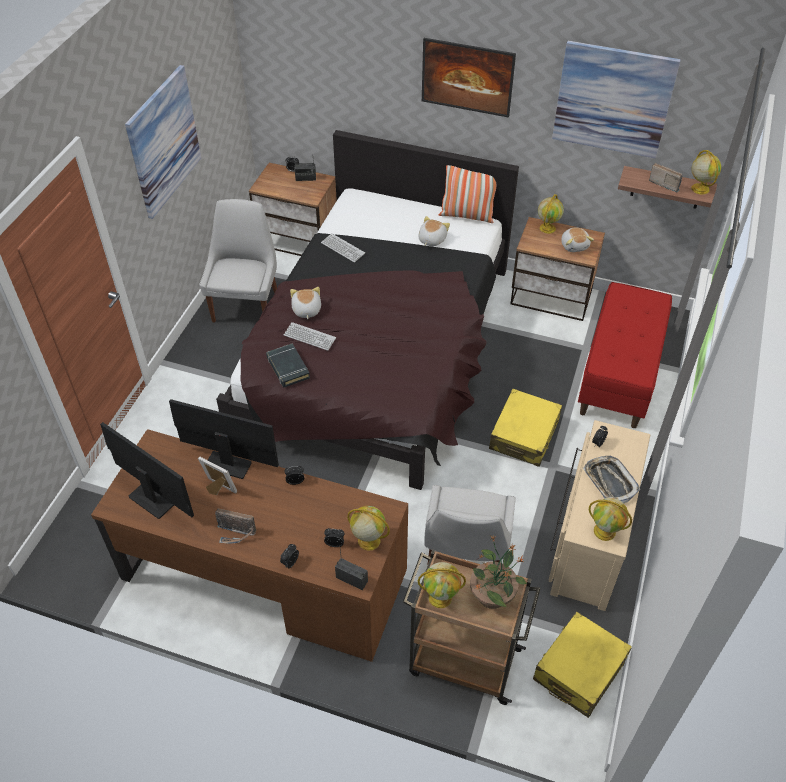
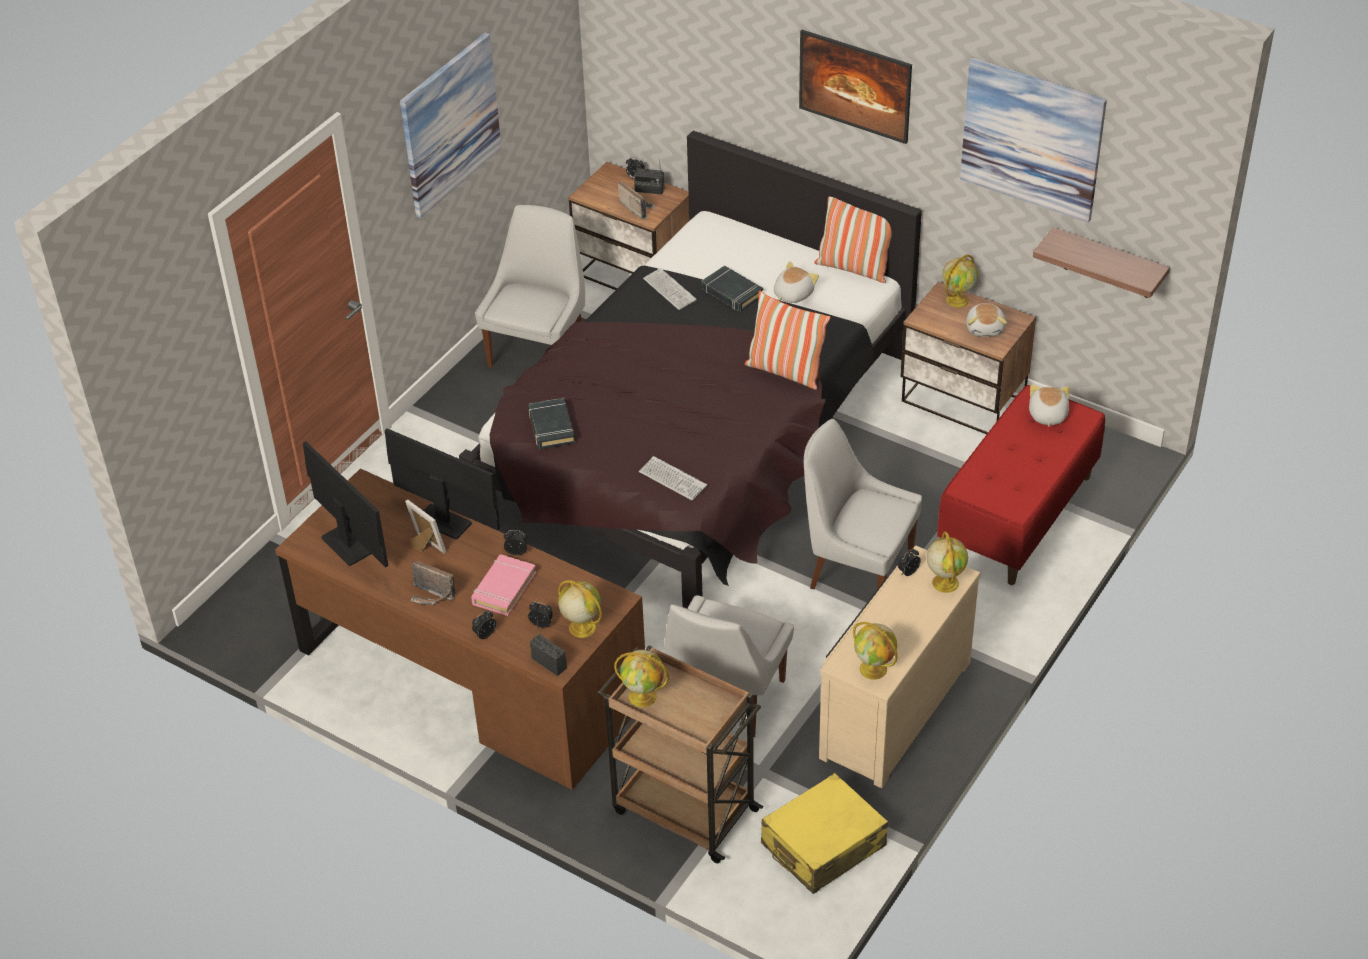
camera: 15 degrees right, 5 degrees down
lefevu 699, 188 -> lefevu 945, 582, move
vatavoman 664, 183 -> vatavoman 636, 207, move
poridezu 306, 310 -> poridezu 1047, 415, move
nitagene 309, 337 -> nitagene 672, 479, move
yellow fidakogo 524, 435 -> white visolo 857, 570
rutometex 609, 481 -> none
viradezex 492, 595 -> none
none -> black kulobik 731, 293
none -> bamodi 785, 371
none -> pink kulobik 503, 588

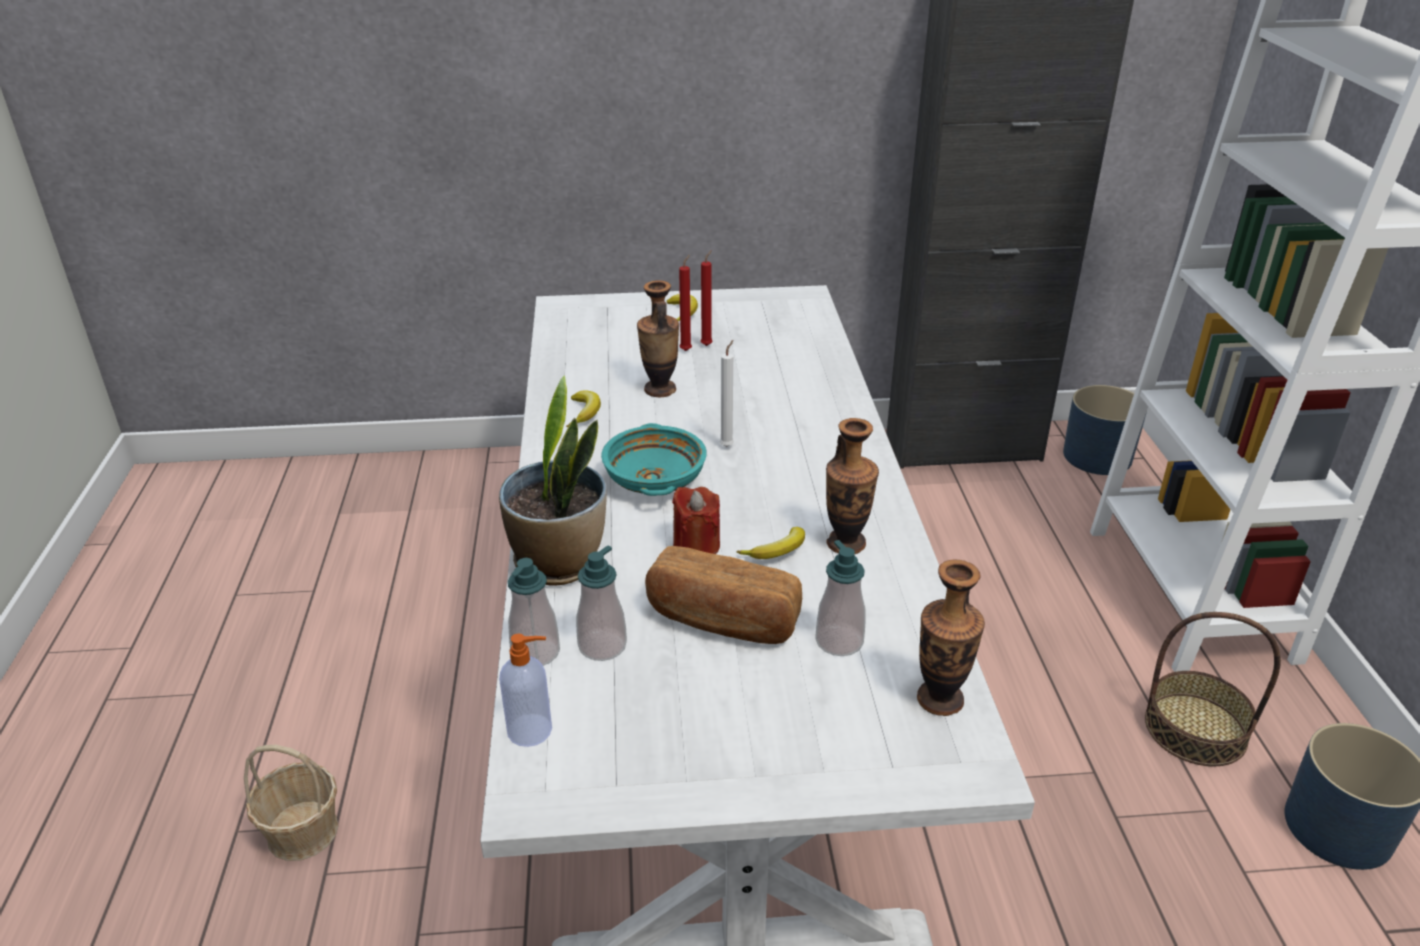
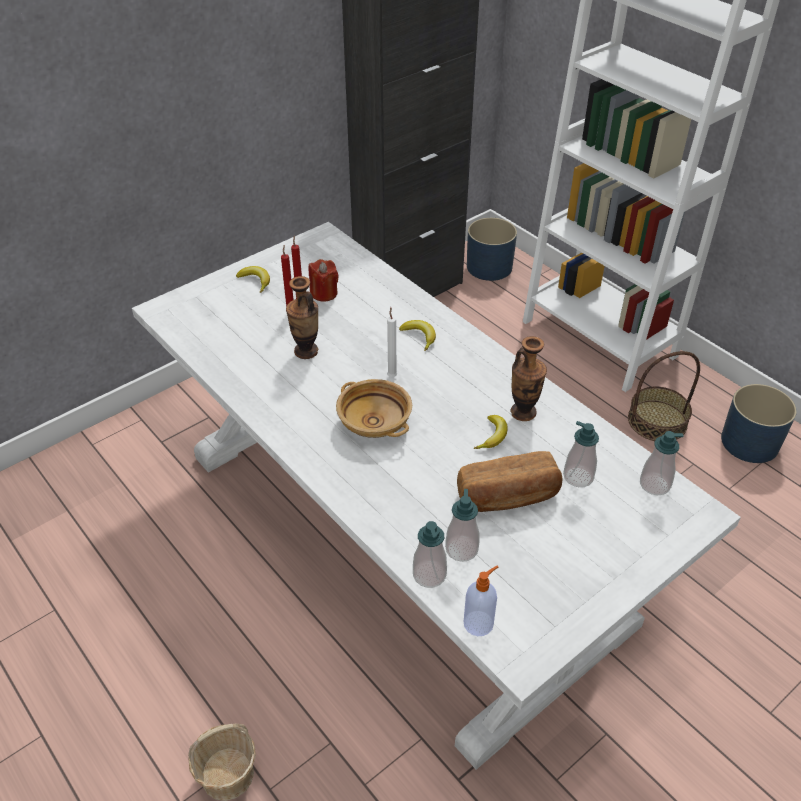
camera: 35 degrees left, 10 degrees up
viradezex 559, 562 -> none
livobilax 584, 413 -> livobilax 419, 336, move
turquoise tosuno 655, 481 -> beige tosuno 375, 422
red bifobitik 696, 546 -> red bifobitik 324, 293, move
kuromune 940, 700 -> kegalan 654, 484

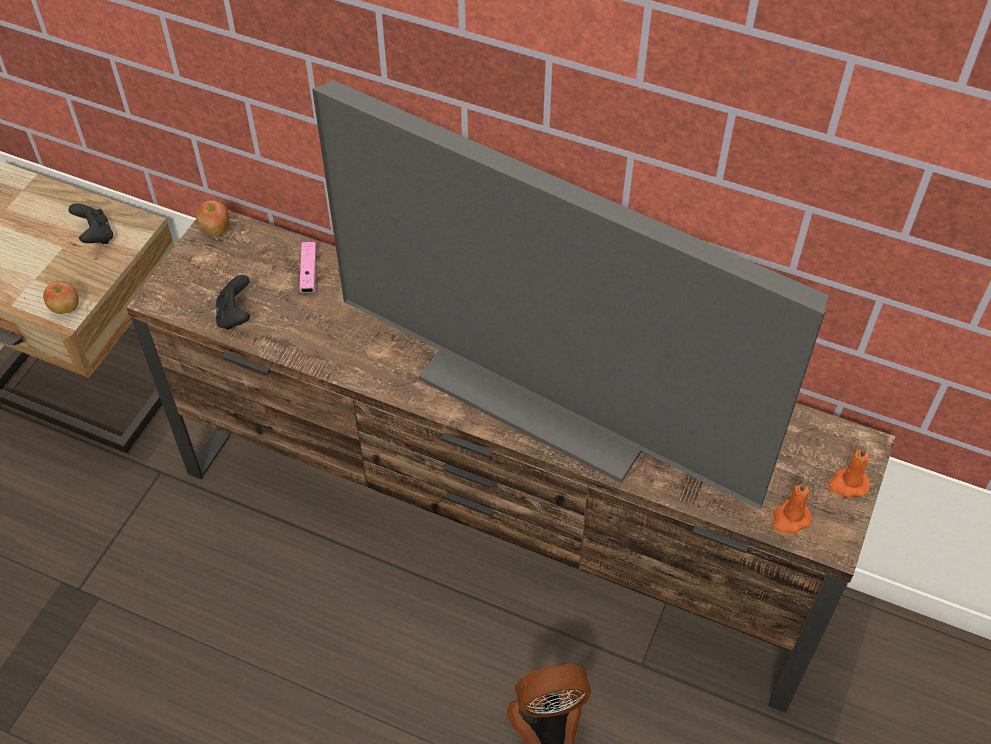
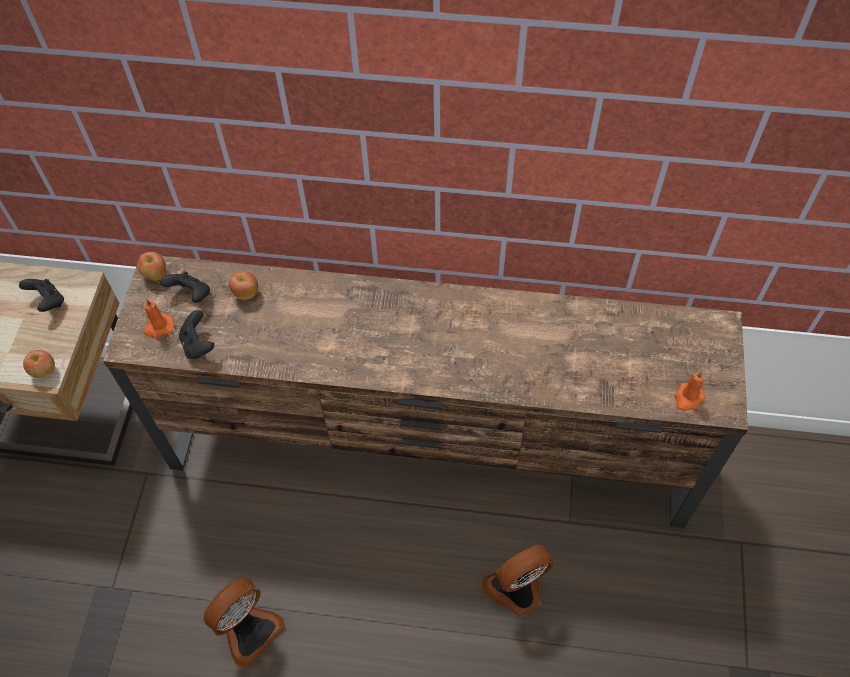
camera: 15 degrees left, 5 degrees up
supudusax 549, 391 -> none
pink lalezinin 309, 272 -> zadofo 246, 293
orange bifobitik 847, 484 -> orange bifobitik 158, 327, move
none -> black lalezinin 191, 295
none -> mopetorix 249, 630

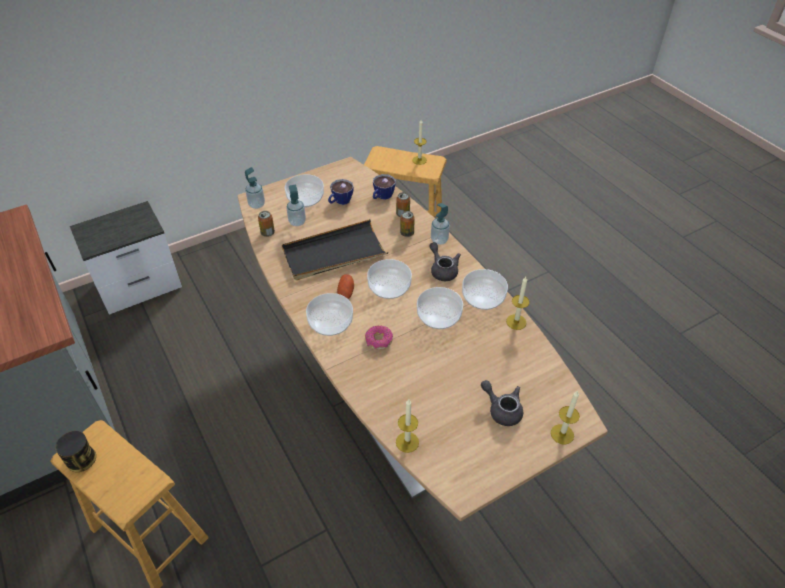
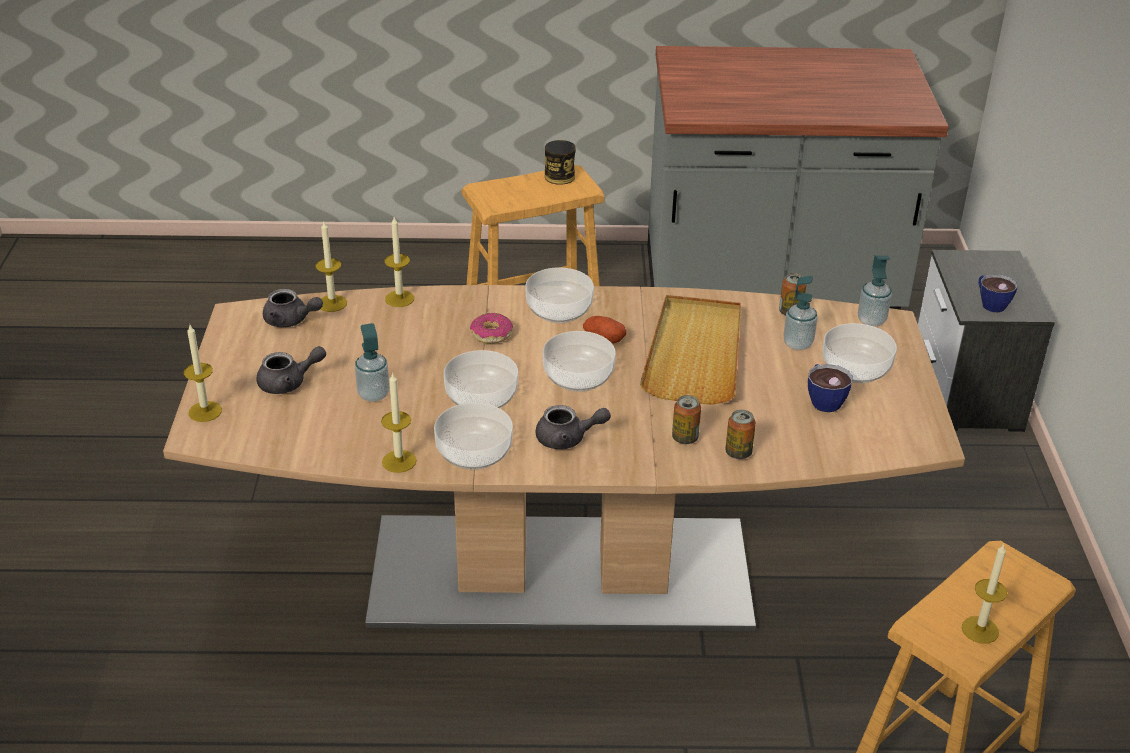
camera: 120 degrees right, 10 degrees down
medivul 382, 197 -> medivul 990, 303, move
kegalan 439, 240 -> kegalan 373, 394, move
black rutometex 334, 253 -> beige rutometex 694, 353
none -> bifobitik 399, 298
none -> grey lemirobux 291, 321

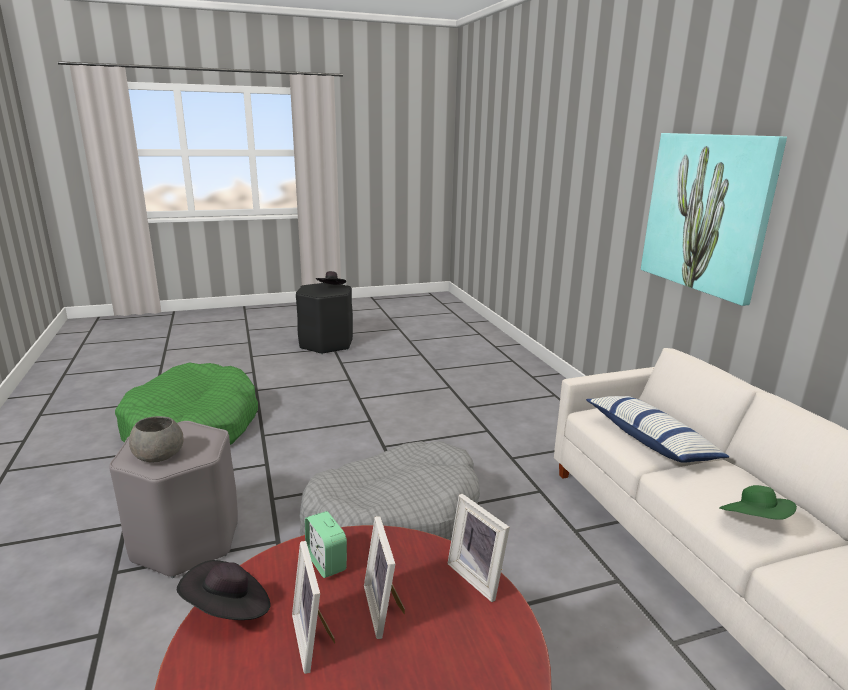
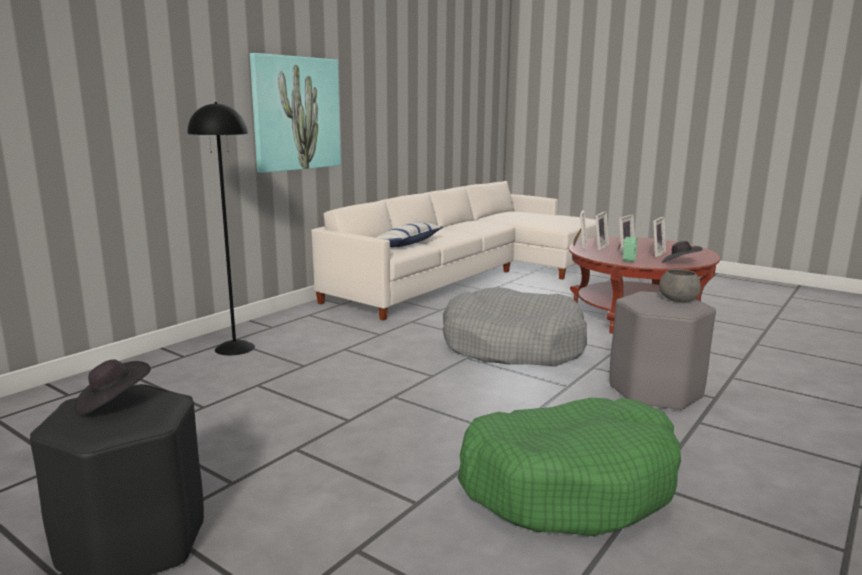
camera: 125 degrees left, 5 degrees down
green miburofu 754, 521 -> none
none -> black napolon 234, 348
none -> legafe 598, 247

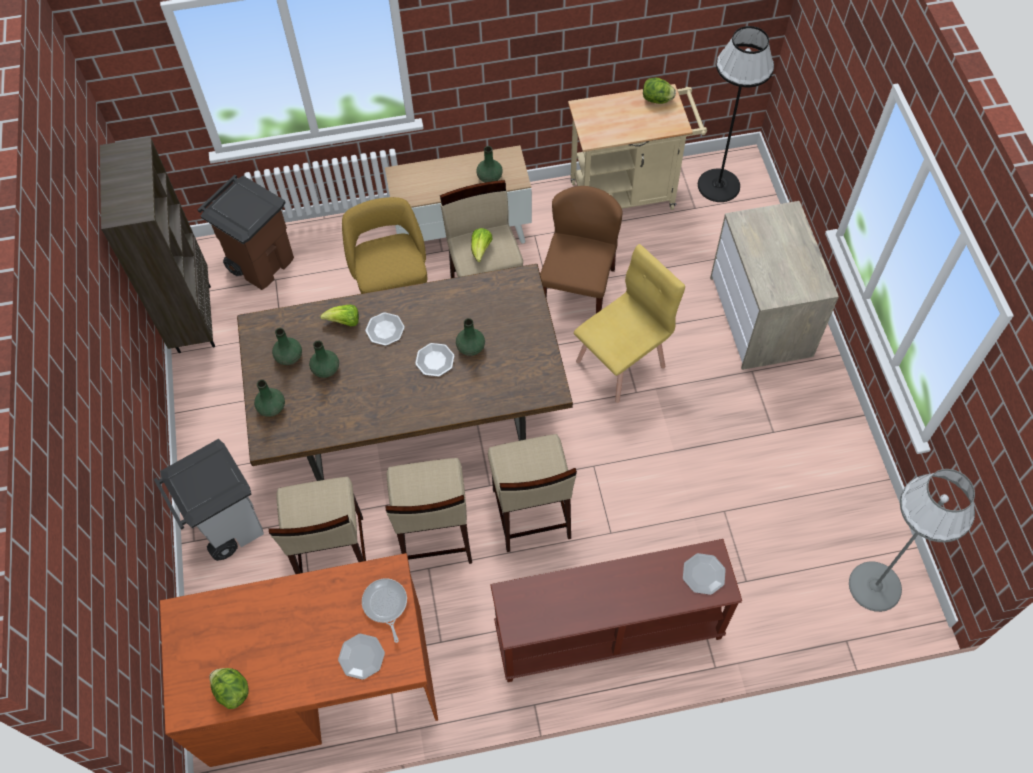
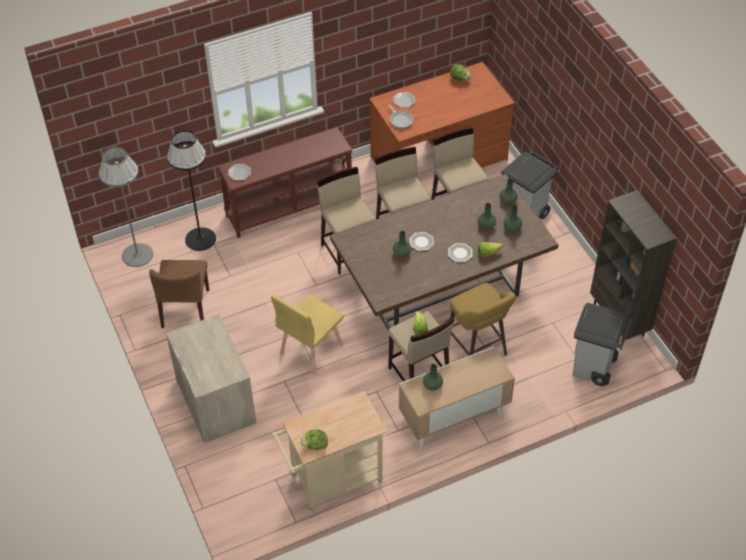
camera: 165 degrees right, 10 degrees down
black napolon 719, 185 -> black napolon 200, 239, move
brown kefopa 262, 262 -> grey kefopa 594, 368
brown visolo 578, 290 -> brown visolo 186, 308, move

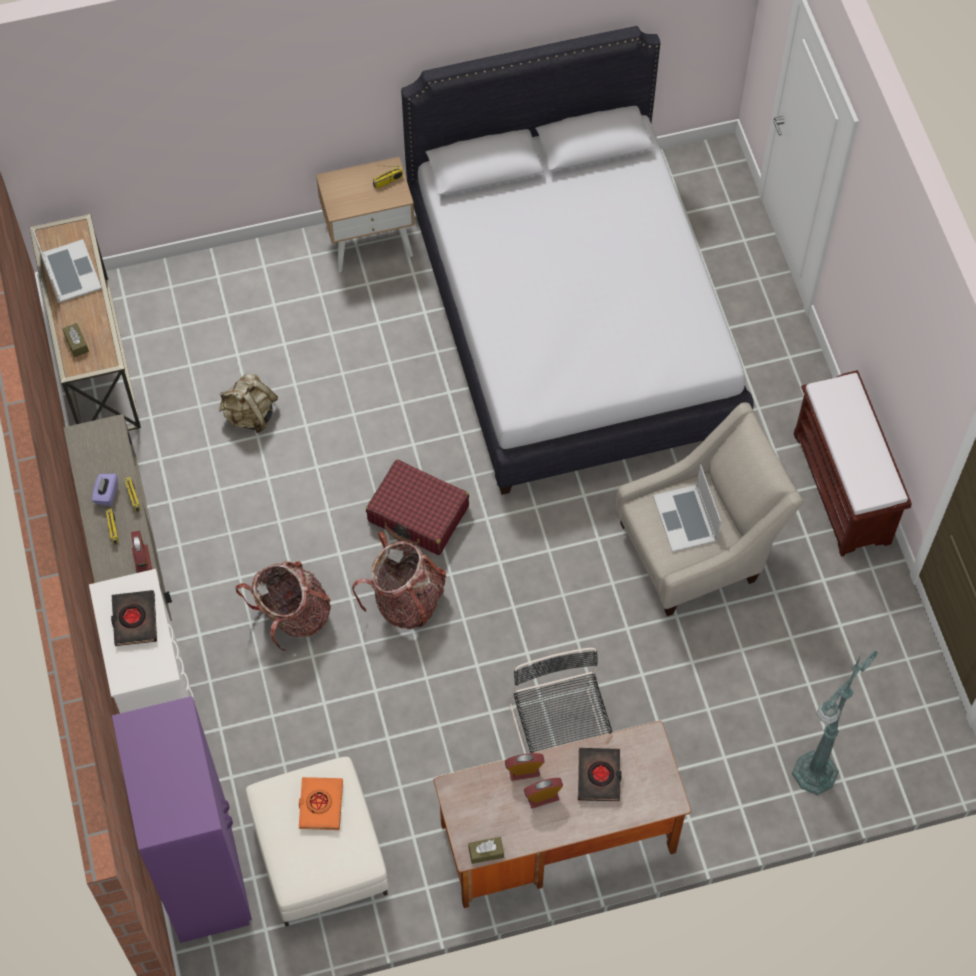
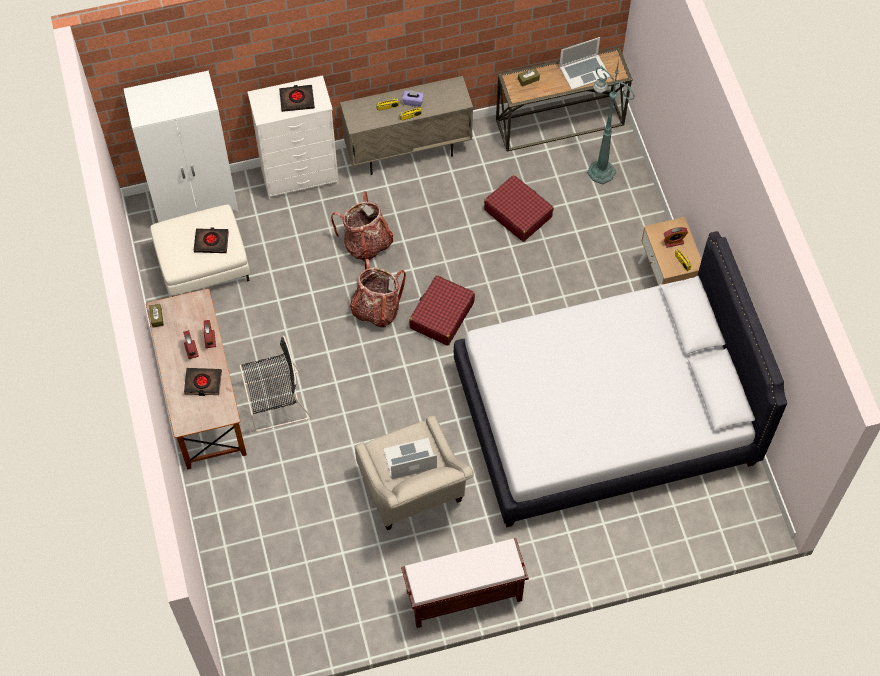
camera: 90 degrees right, 0 degrees up
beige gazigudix 250, 415 -> red fidakogo 518, 213
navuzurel 142, 559 -> navuzurel 673, 241, move
green napolon 813, 774 -> green napolon 600, 171, move
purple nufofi 204, 870 -> white nufofi 196, 203
orange kulobik 320, 805 -> black kulobik 211, 242

